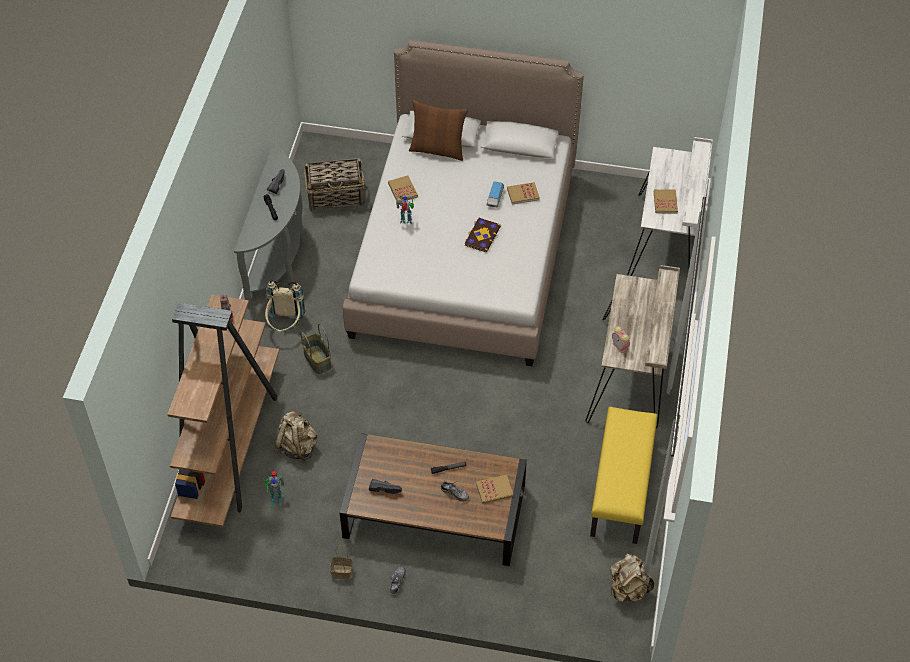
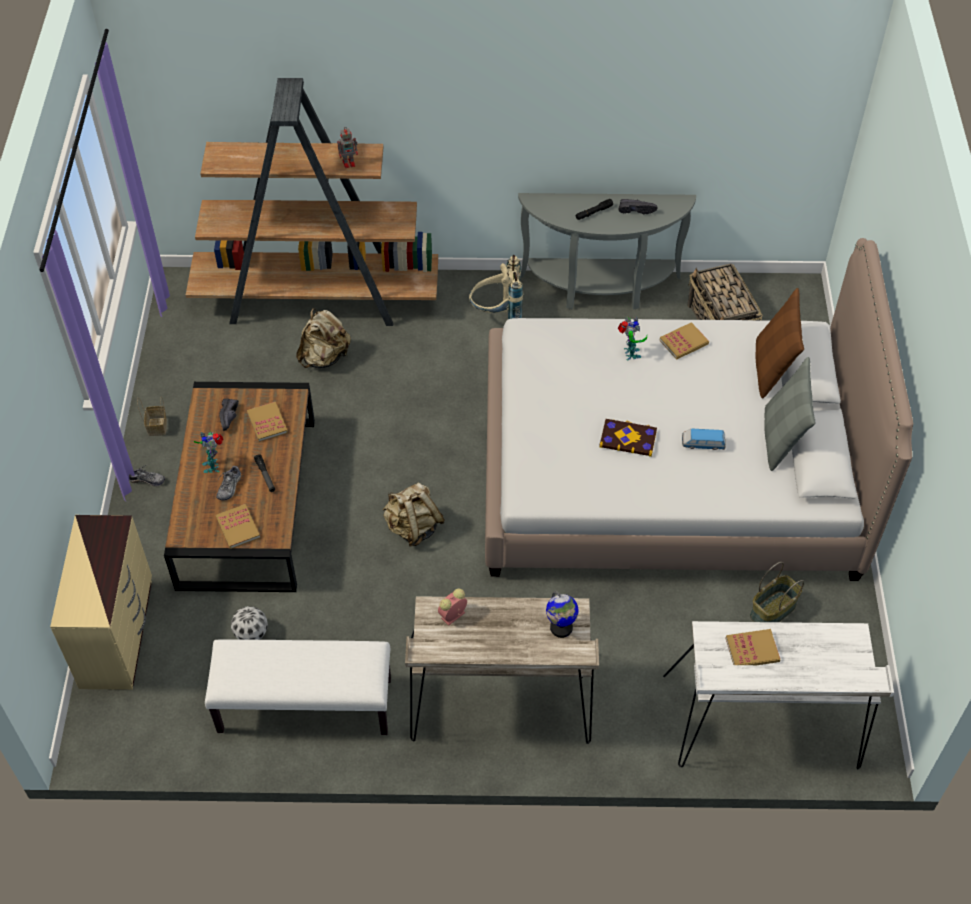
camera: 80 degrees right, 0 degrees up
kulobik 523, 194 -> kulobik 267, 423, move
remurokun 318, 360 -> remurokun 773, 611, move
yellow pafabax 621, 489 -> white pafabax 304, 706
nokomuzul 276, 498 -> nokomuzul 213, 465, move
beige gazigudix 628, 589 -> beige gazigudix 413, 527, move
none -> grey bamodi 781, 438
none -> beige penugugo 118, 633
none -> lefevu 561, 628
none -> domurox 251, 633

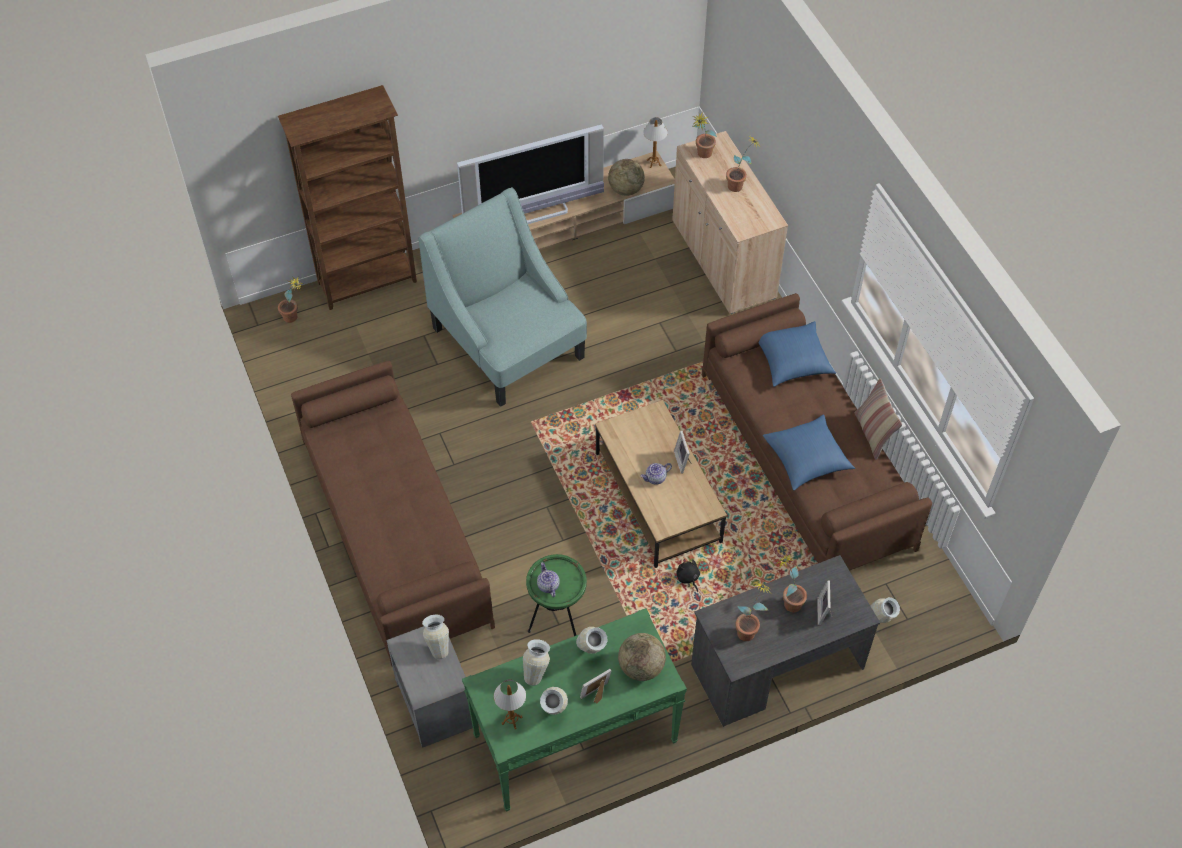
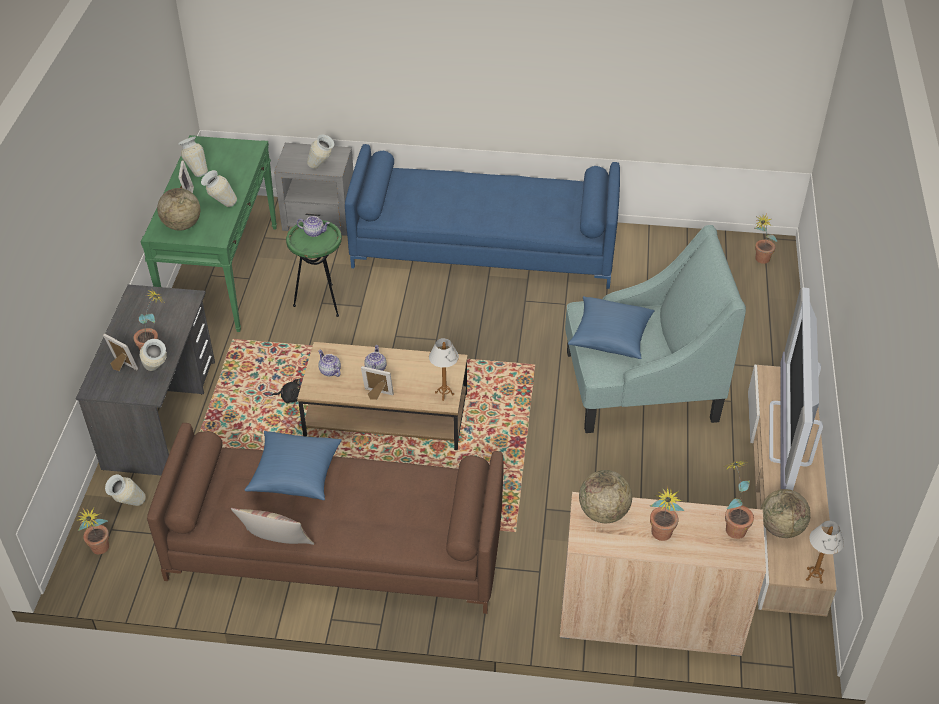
camera: 120 degrees right, 10 degrees down
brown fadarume 368, 283 -> none
blue bamodi 793, 361 -> blue bamodi 610, 336, move
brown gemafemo 395, 531 -> blue gemafemo 484, 246
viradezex 749, 629 -> viradezex 101, 551, move
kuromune 537, 671 -> kuromune 157, 373, move
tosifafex 512, 720 -> tosifafex 444, 393, move
none -> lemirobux 329, 371
none -> lefevu 603, 512

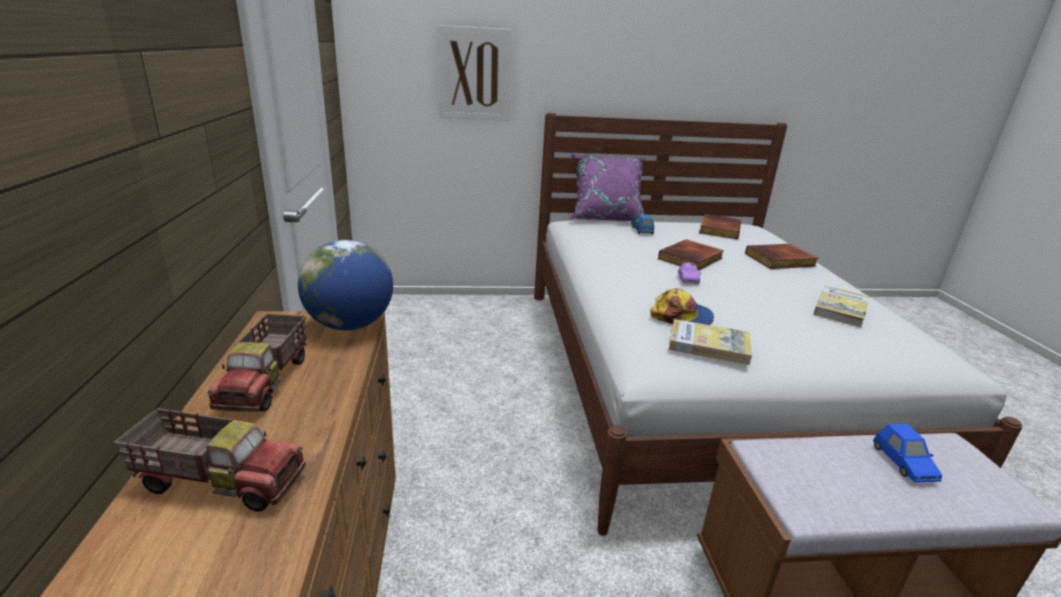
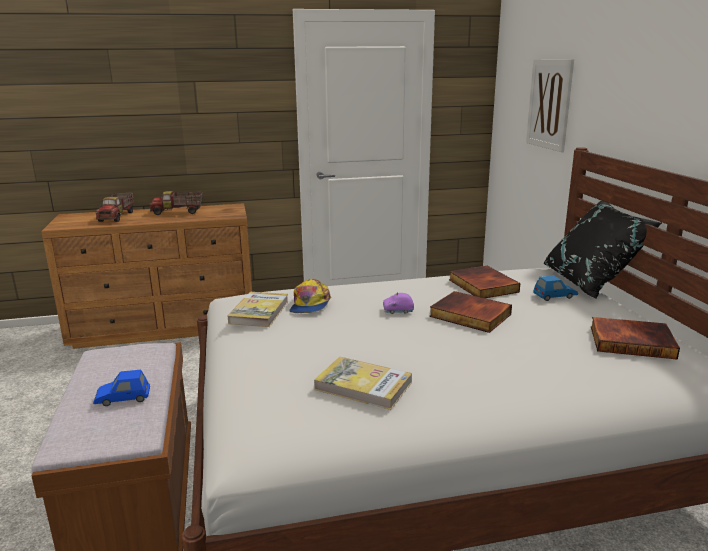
camera: 85 degrees right, 5 degrees down
purple bamodi 605, 218 -> black bamodi 591, 283
lefevu 350, 325 -> none
kulobik 780, 260 -> kulobik 481, 286, move

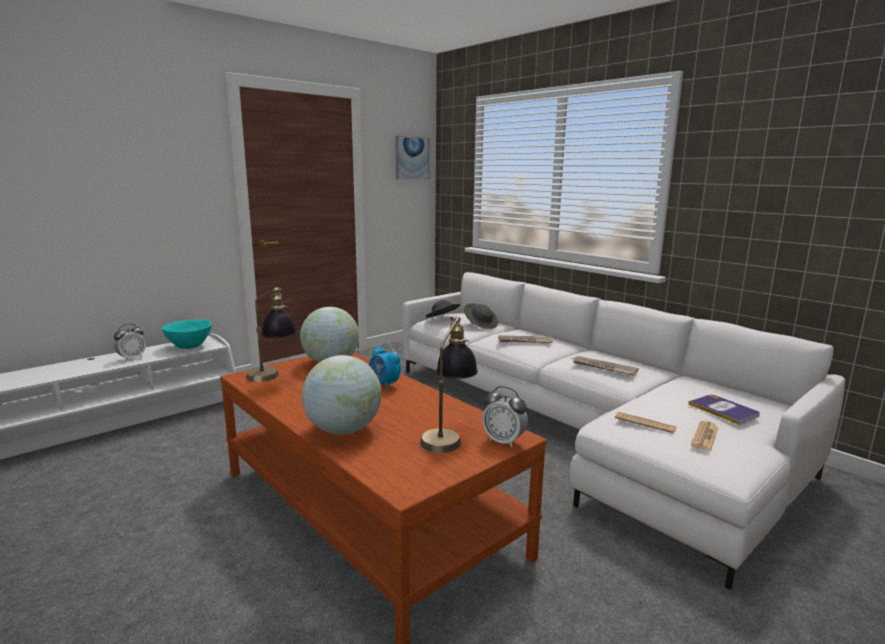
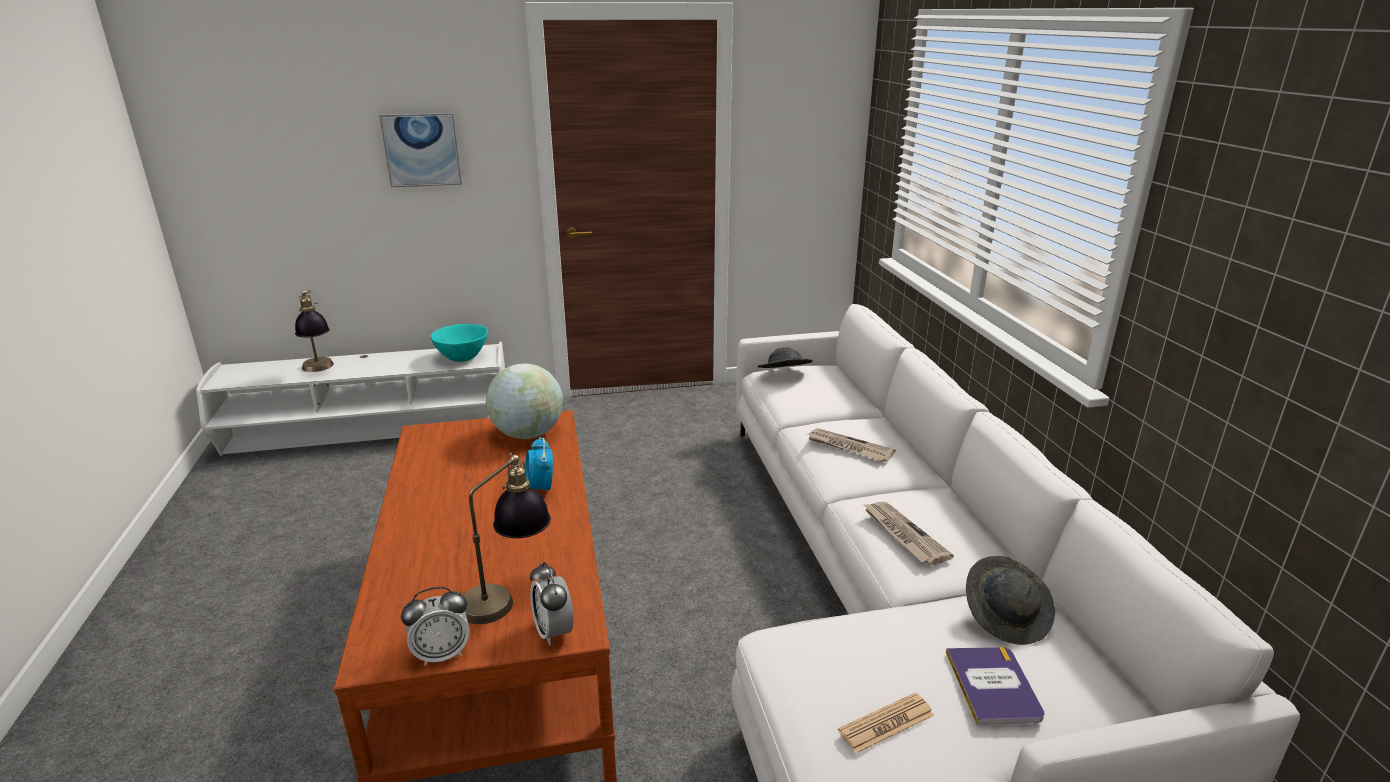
camera: 30 degrees right, 10 degrees up
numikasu 411, 158 -> numikasu 422, 150, move
tosifafex 272, 378 -> tosifafex 320, 370, move
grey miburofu 481, 325 -> grey miburofu 1006, 616, move
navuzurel 132, 358 -> navuzurel 442, 654, move
lefevu 343, 430 -> none
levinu 645, 423 -> none

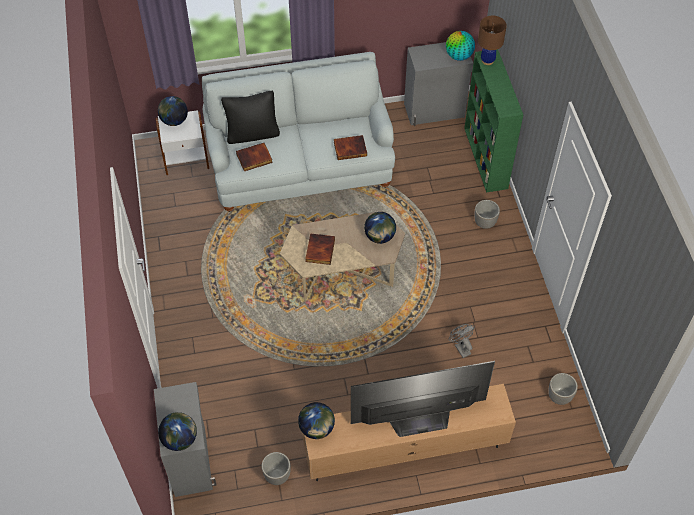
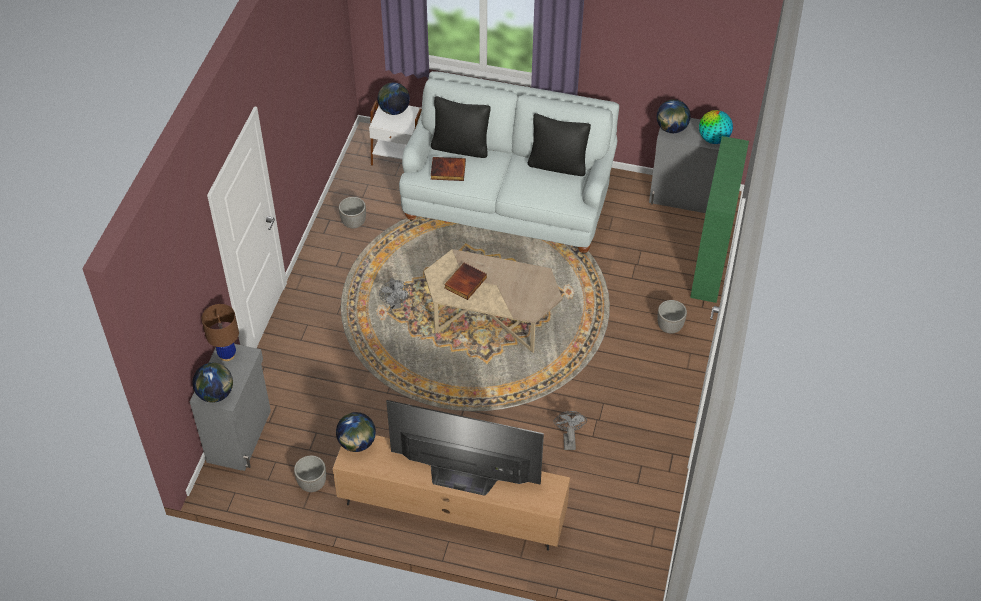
camera: 25 degrees right, 5 degrees down
brown tosifafex 487, 60 -> brown tosifafex 227, 355, move
kulobik 350, 148 -> none
lefevu 379, 237 -> lefevu 671, 128, move
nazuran 559, 396 -> nazuran 354, 223, move
none -> black bamodi 557, 165
none -> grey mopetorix 395, 305

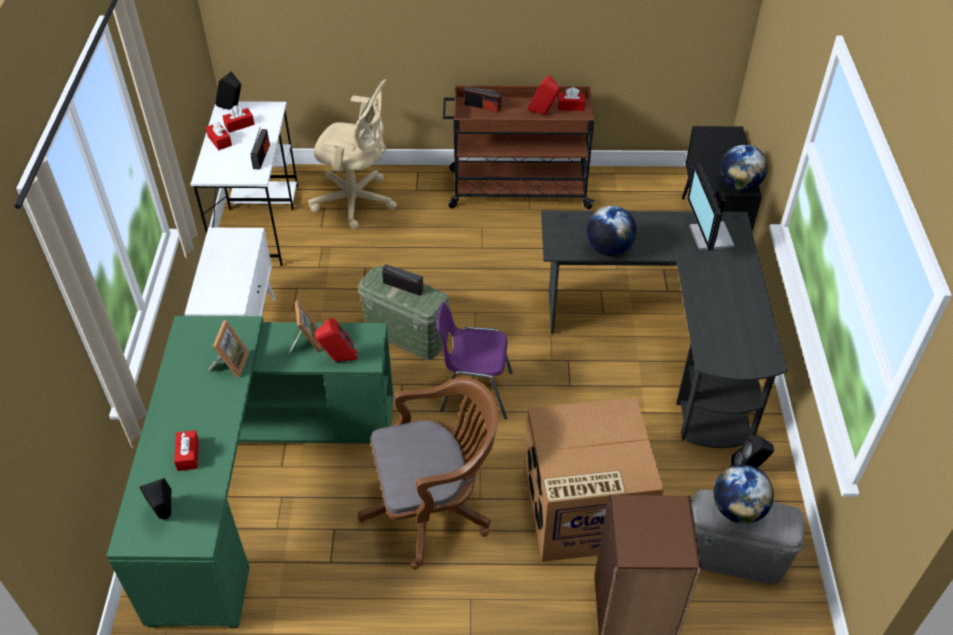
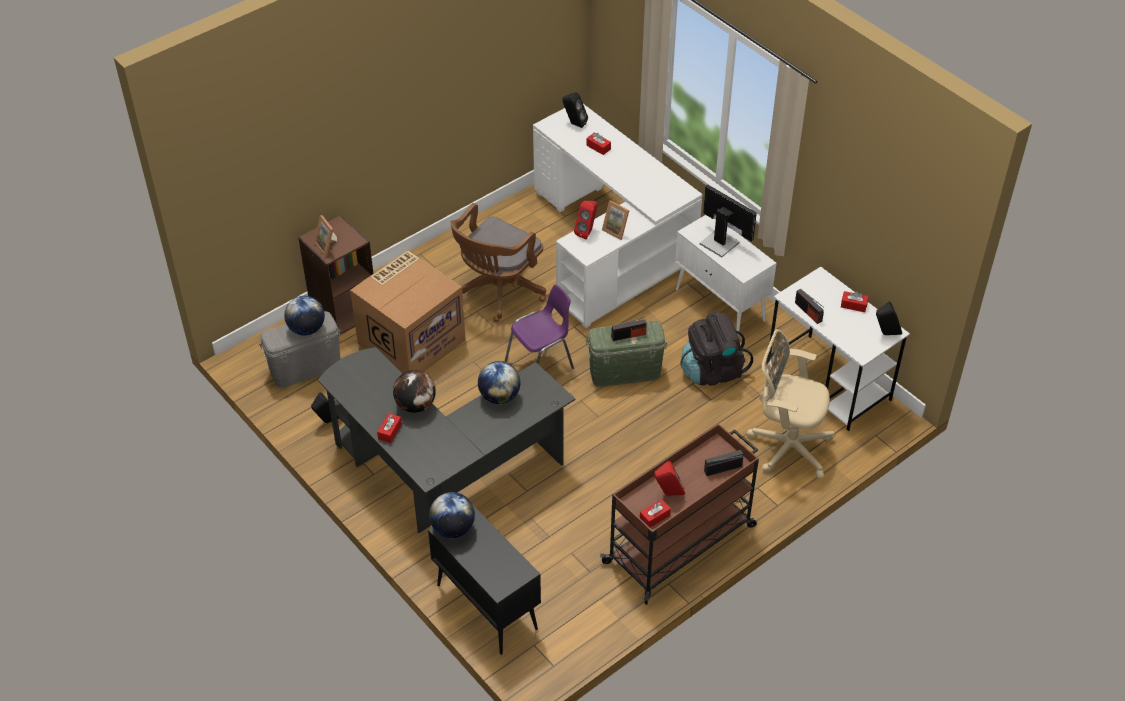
camera: 140 degrees right, 0 degrees up
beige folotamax 357, 201 -> beige folotamax 786, 446, 45 degrees clockwise
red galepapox 239, 125 -> red galepapox 390, 431, move
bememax 709, 237 -> bememax 720, 242, move
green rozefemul 251, 480 -> white rozefemul 611, 245
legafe 230, 363 -> legafe 328, 246, move
none -> black gazigudix 712, 370
none -> lefevu 416, 405

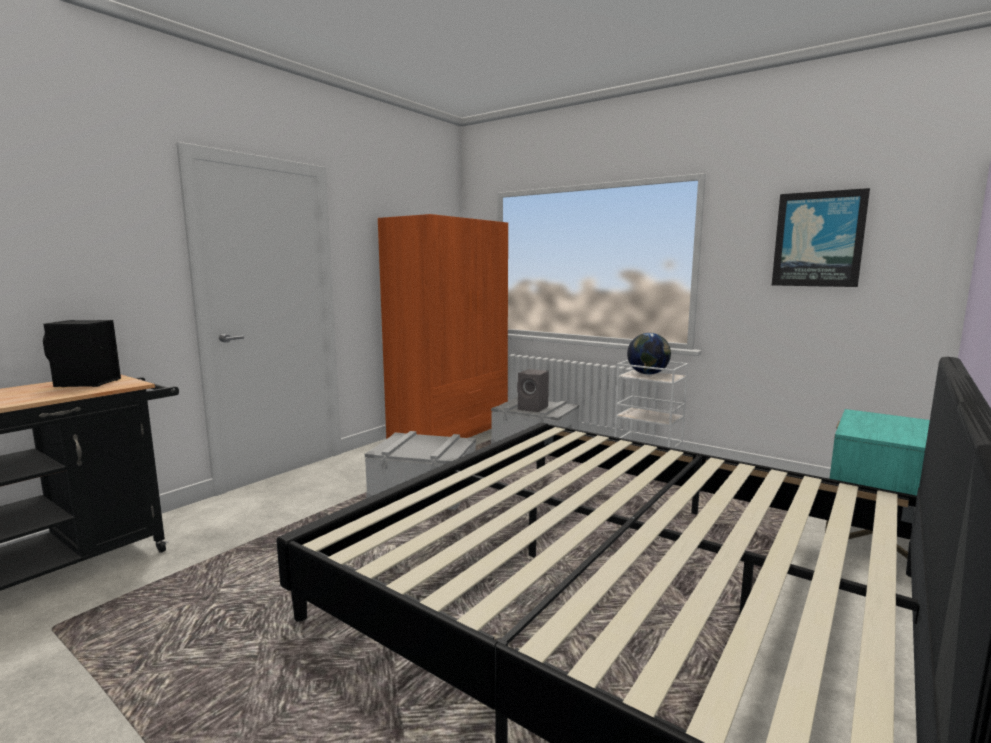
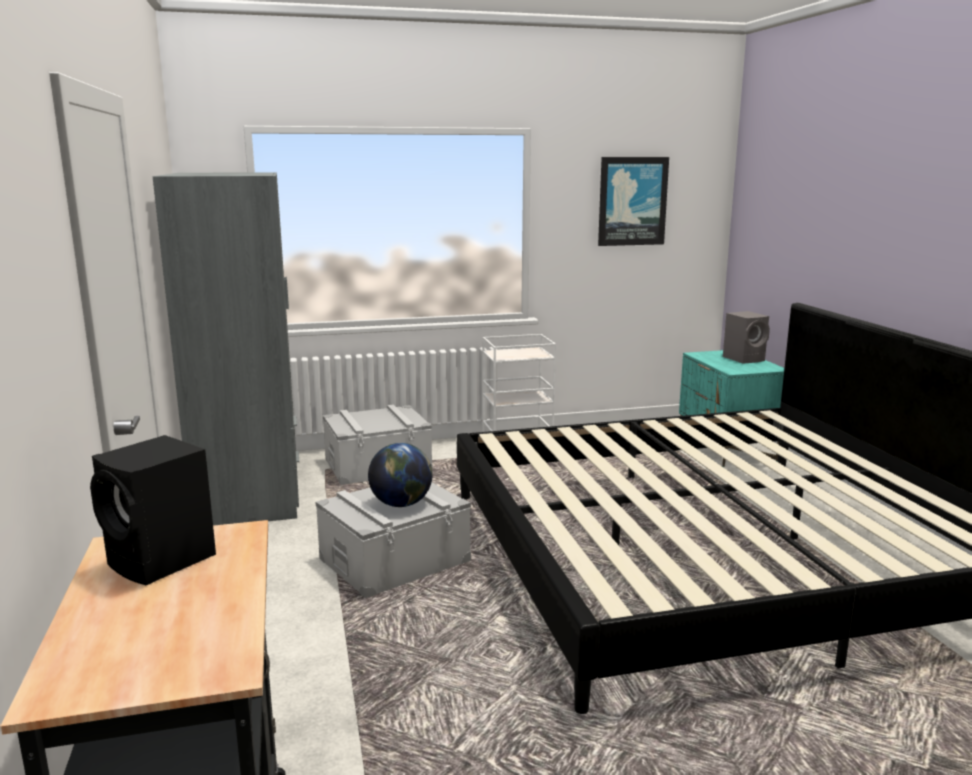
camera: 50 degrees left, 5 degrees up
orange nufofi 450, 431 -> grey nufofi 251, 487
lefevu 648, 374 -> lefevu 401, 504, move
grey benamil 533, 408 -> grey benamil 745, 359, move

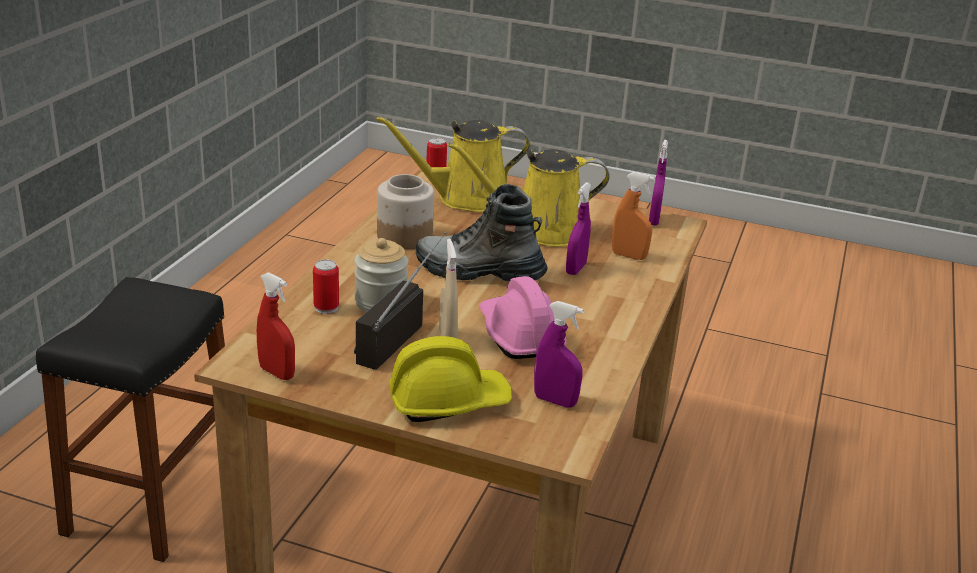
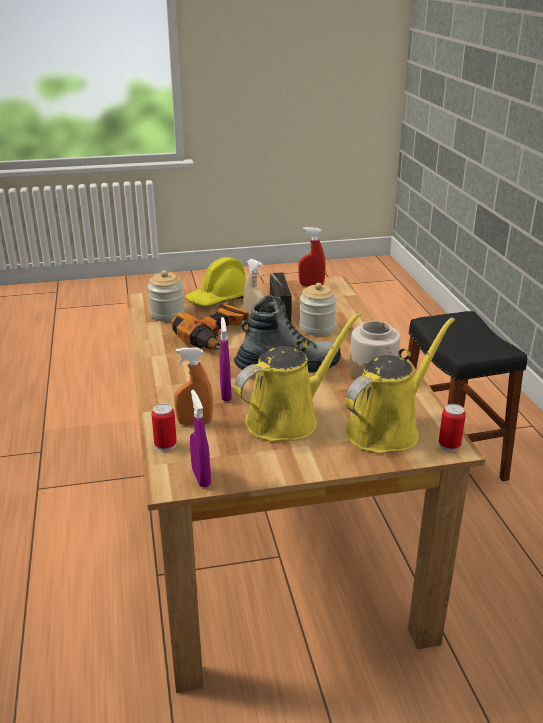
camera: 150 degrees right, 0 degrees up
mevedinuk 326, 308 -> mevedinuk 165, 445, move
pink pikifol 519, 335 -> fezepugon 218, 337
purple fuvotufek 555, 401 -> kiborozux 167, 314

